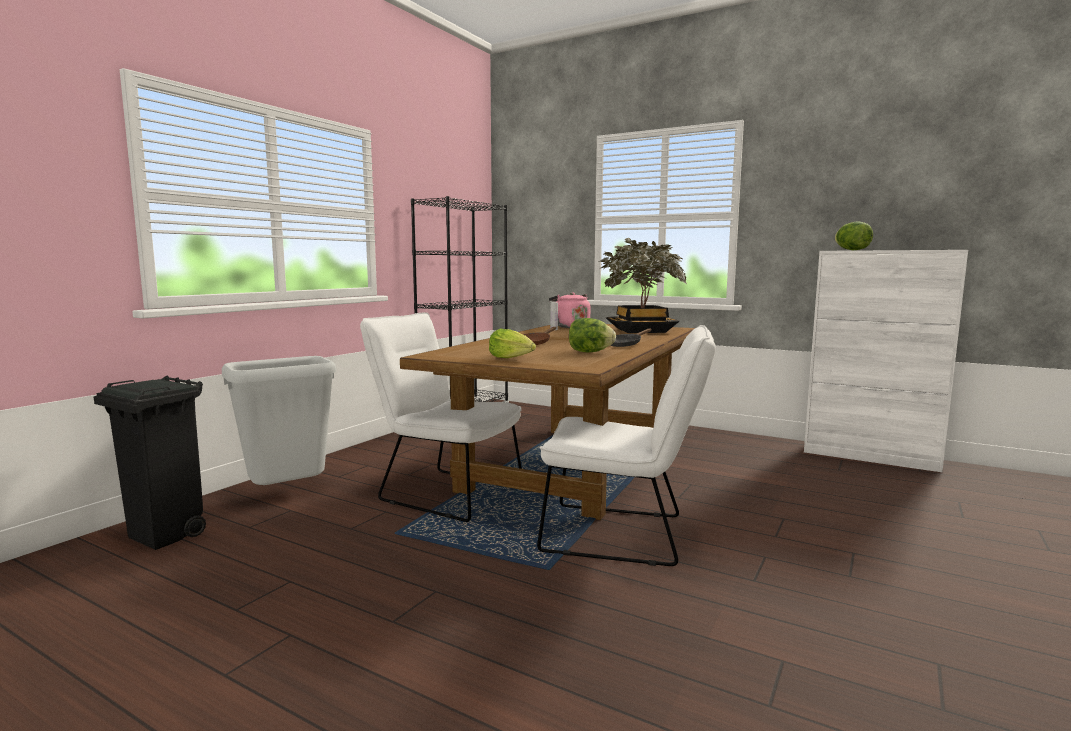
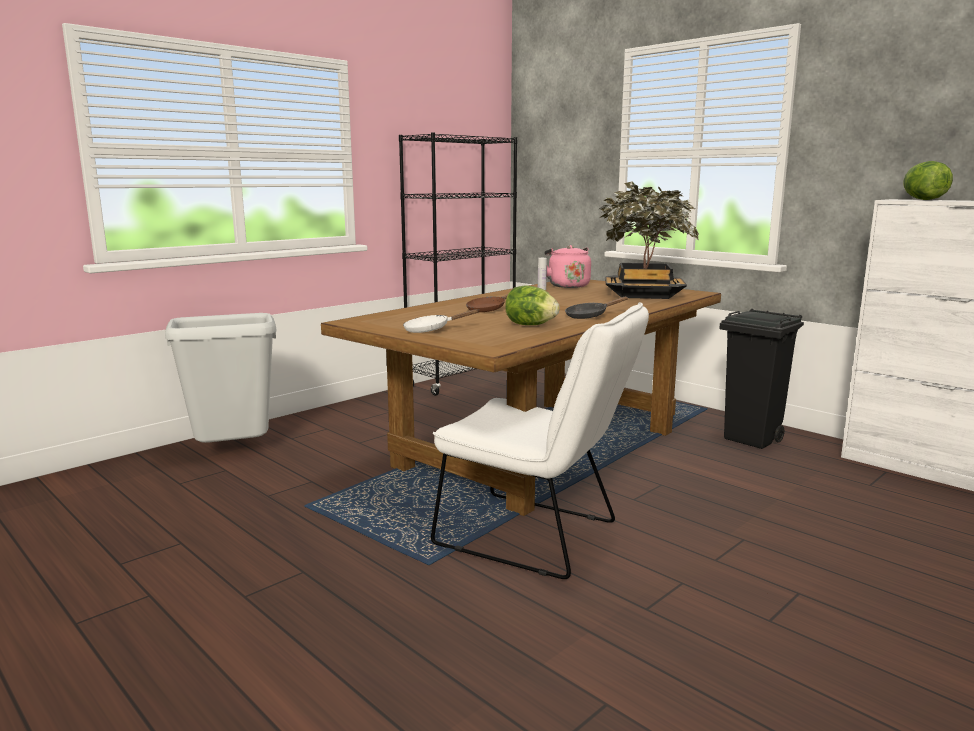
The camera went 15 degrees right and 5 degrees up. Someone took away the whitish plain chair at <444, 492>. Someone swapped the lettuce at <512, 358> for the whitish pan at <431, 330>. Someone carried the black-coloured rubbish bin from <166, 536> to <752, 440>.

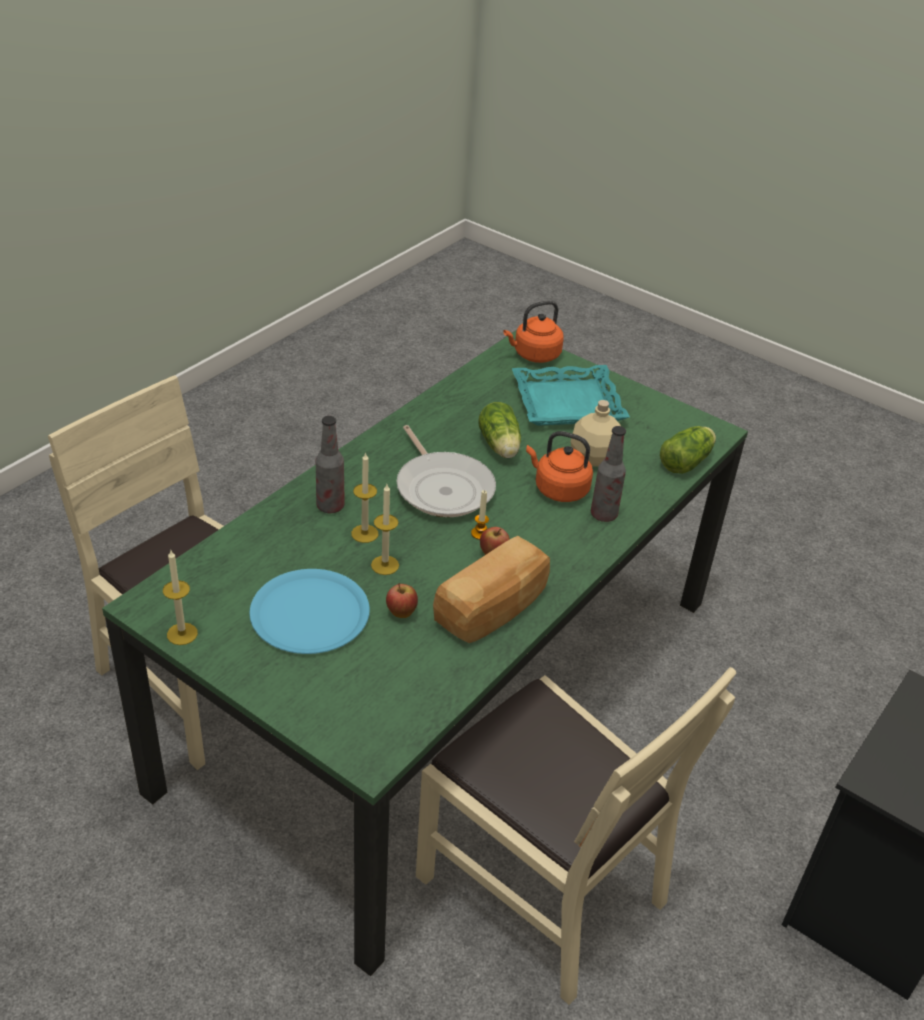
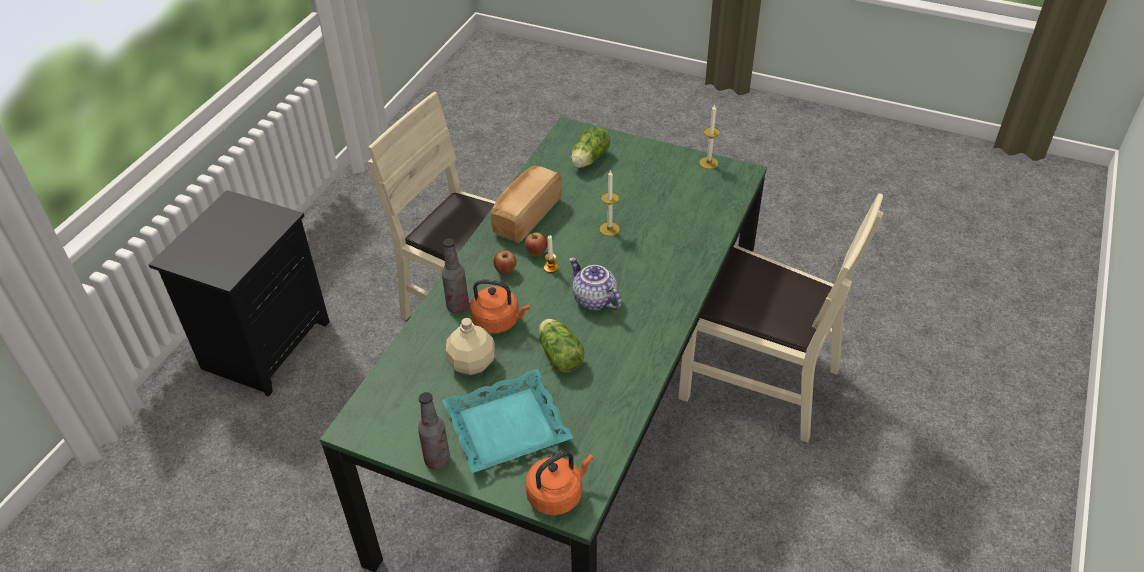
The camera went 170 degrees right and 5 degrees up. Someone carried the beverage bottle from <330, 506> to <437, 460>. Someone swapped the pan at <443, 487> for the tea pot at <593, 300>. Someone carried the lettuce from <687, 461> to <588, 160>. Someone took away the wax light at <364, 533>. Someone took away the blue flat dish at <310, 613>. Someone carried the apple from <401, 613> to <505, 271>.

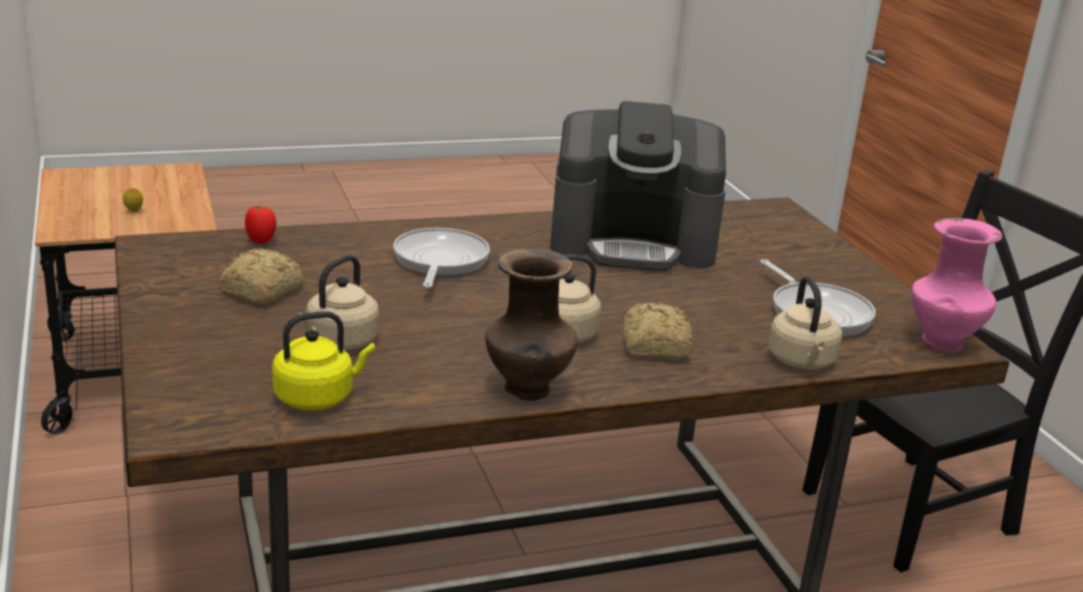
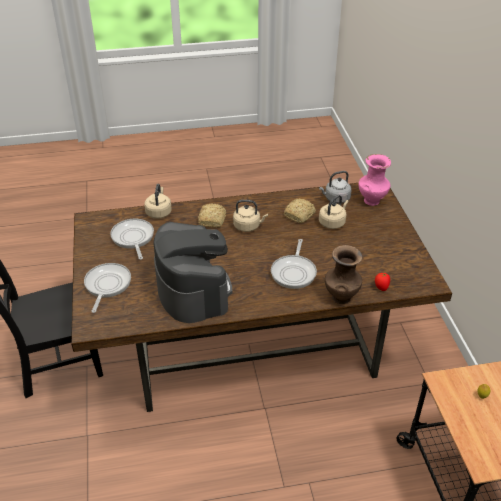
The camera went 170 degrees left and 15 degrees up. Someone rotated the coffee maker at <633, 242> by 60 degrees clockwise. Someone carried the pink-coloured vase from <942, 344> to <372, 200>. Someone carried the baked bread from <260, 291> to <300, 215>. Someone carried the brown vase from <528, 391> to <341, 297>. Someone repainted the yellow kettle at <318, 397>, which became the gray kettle at <335, 199>. Someone put down the pan at <107, 285>.

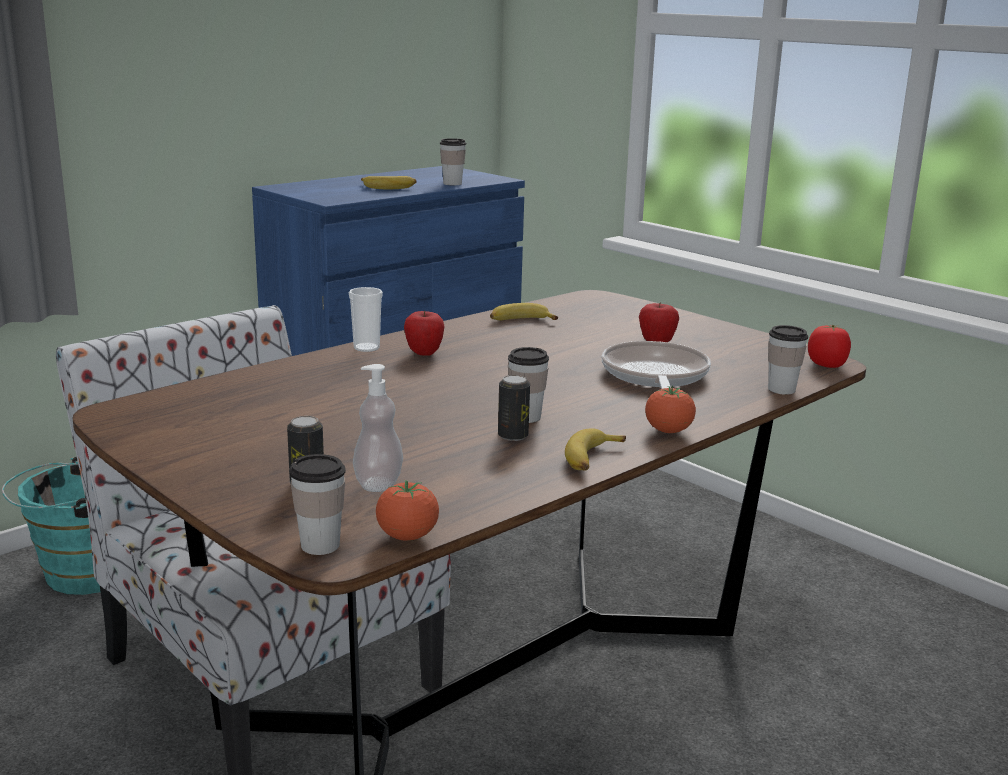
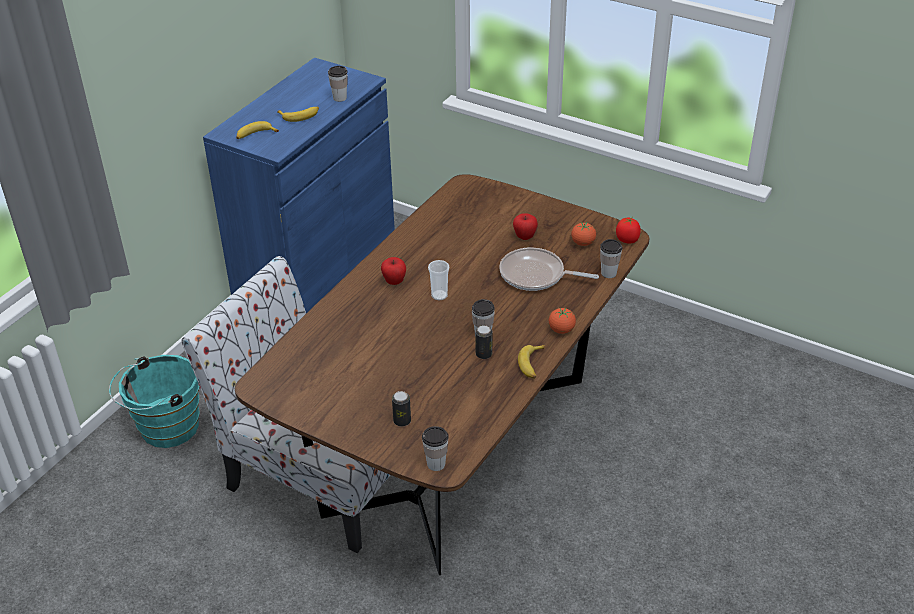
The camera went 15 degrees left and 20 degrees up. Someone carried the small cup from <366, 348> to <439, 295>. Someone carried the banana from <520, 321> to <255, 135>. Someone rotated the pan at <654, 376> by 60 degrees counterclockwise. Someone took away the soap dispenser at <378, 483>. Someone carried the whole tomato from <407, 536> to <583, 243>.

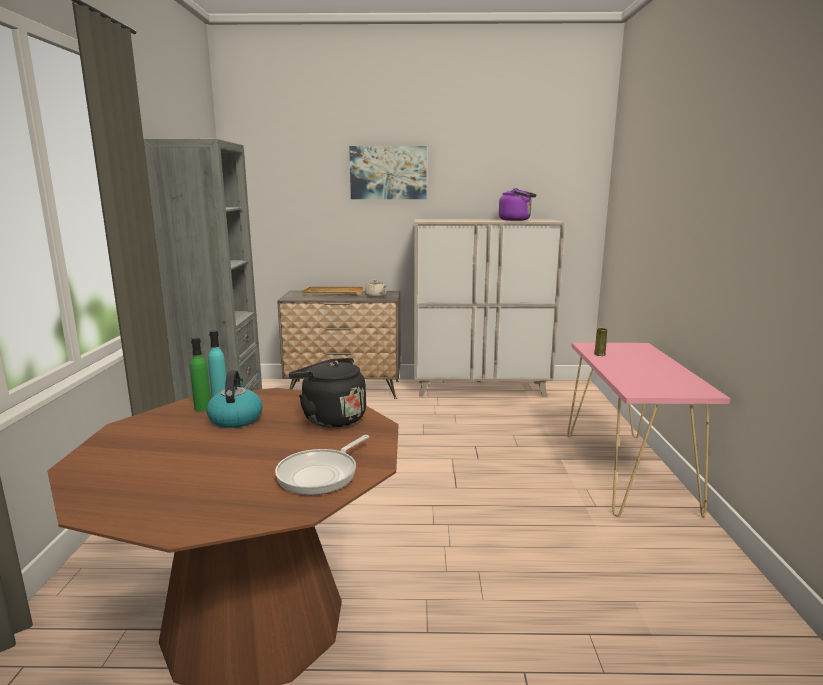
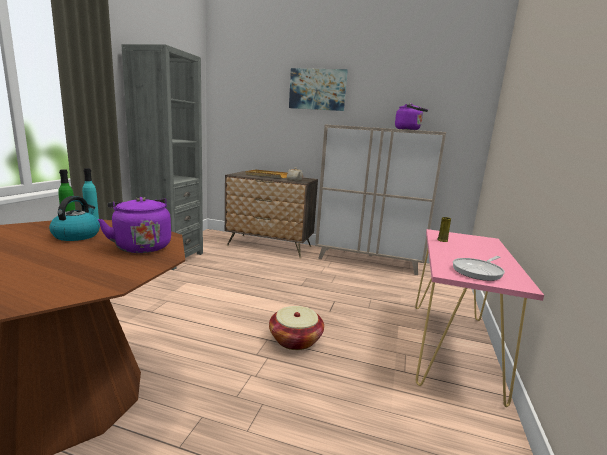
The camera went 15 degrees right and 0 degrees up. Someone repainted the black-coloured kettle at <330, 418>, which became the purplish kettle at <141, 246>. Someone carried the pan from <321, 474> to <478, 271>. Someone put down the storage basket at <295, 340>.

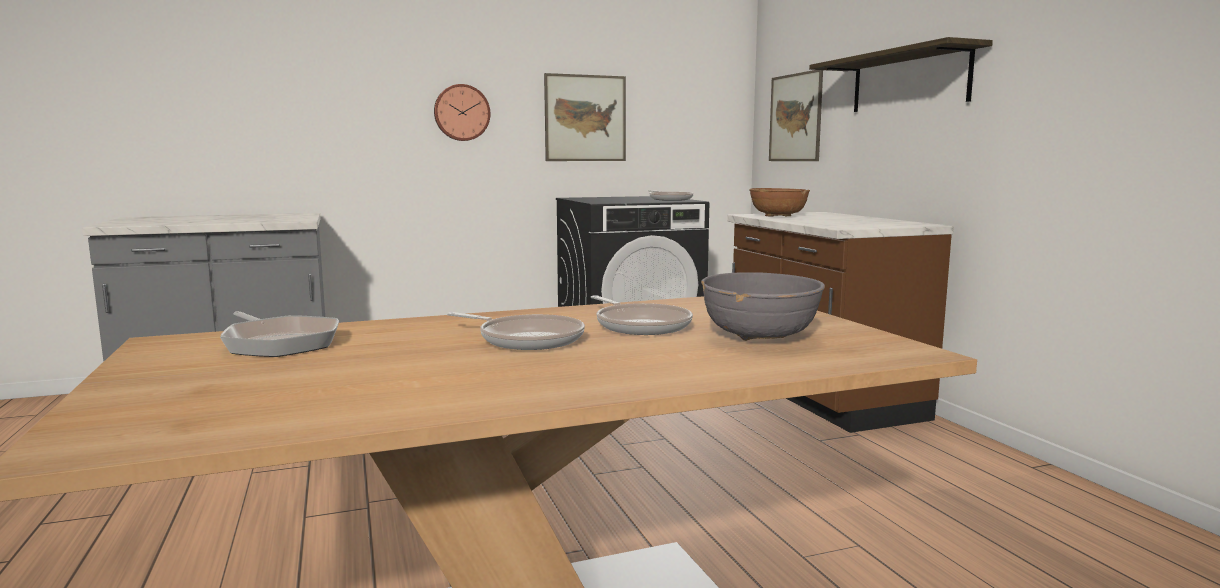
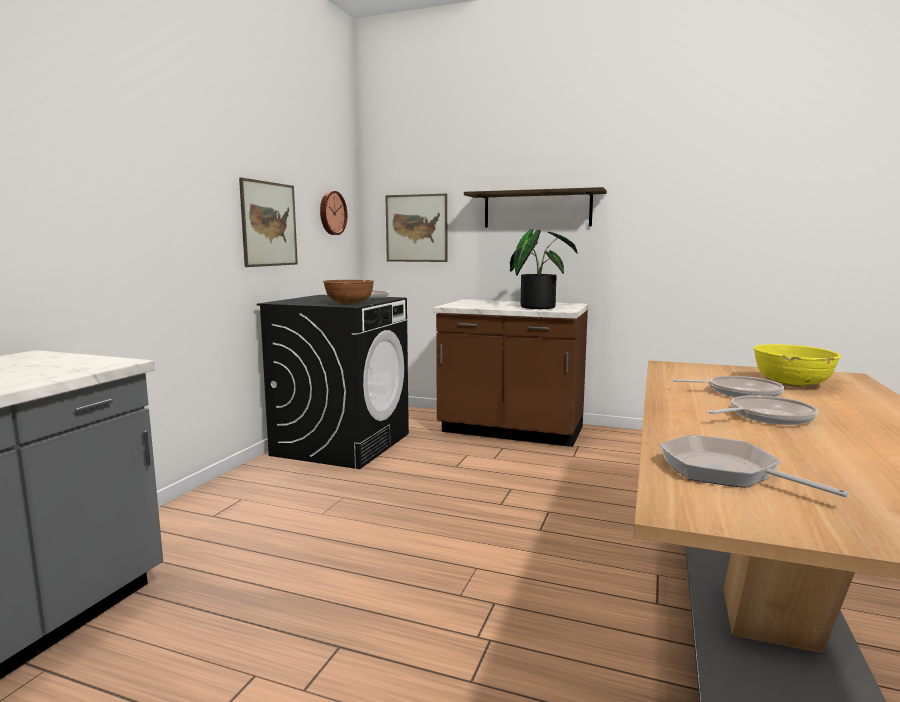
The camera went 50 degrees left and 0 degrees up. Someone carried the wall clock from <461, 112> to <331, 213>. Someone carried the brown serving bowl from <778, 216> to <349, 303>. Someone repainted the gray serving bowl at <760, 336>, which became the yellow serving bowl at <792, 384>. Someone rotated the pan at <279, 343> by 120 degrees counterclockwise. Someone put down the plant in a pot at <537, 307>.

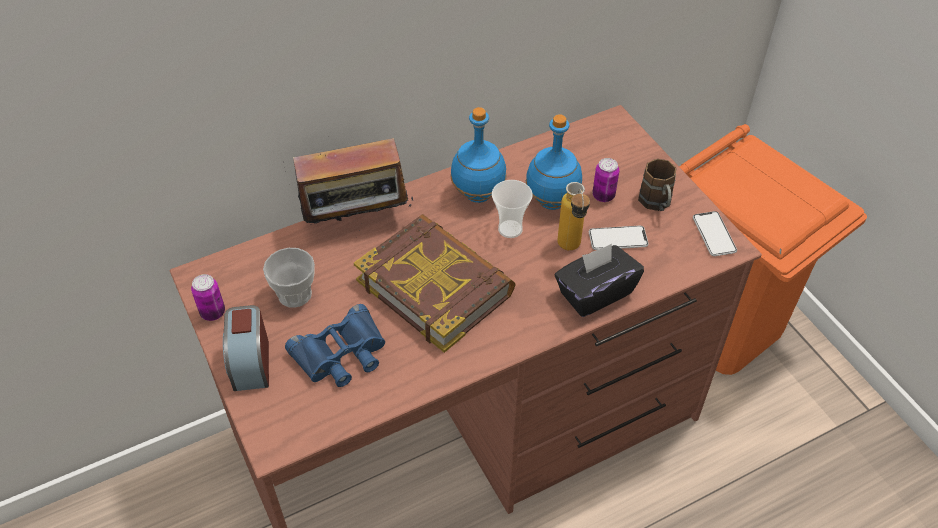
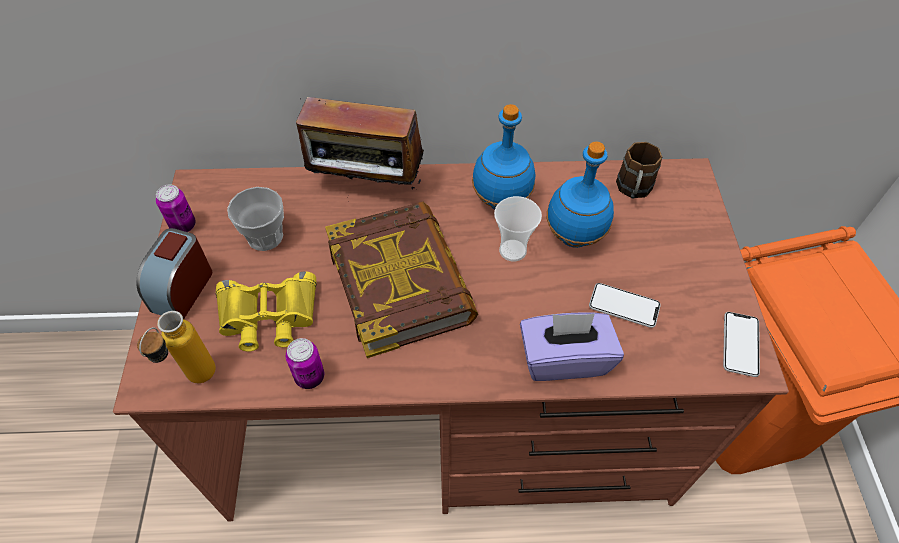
The camera went 25 degrees right and 5 degrees up. Someone carried the metal can from <603, 196> to <310, 377>. Someone carried the brown coffee mug from <657, 204> to <632, 191>. Someone carried the beverage bottle from <570, 250> to <195, 382>. Someone repainted the black-coloured box of tissues at <595, 293>, which became the purplish box of tissues at <564, 358>. Someone repainted the blue field glasses at <341, 354>, which became the yellow field glasses at <268, 316>.

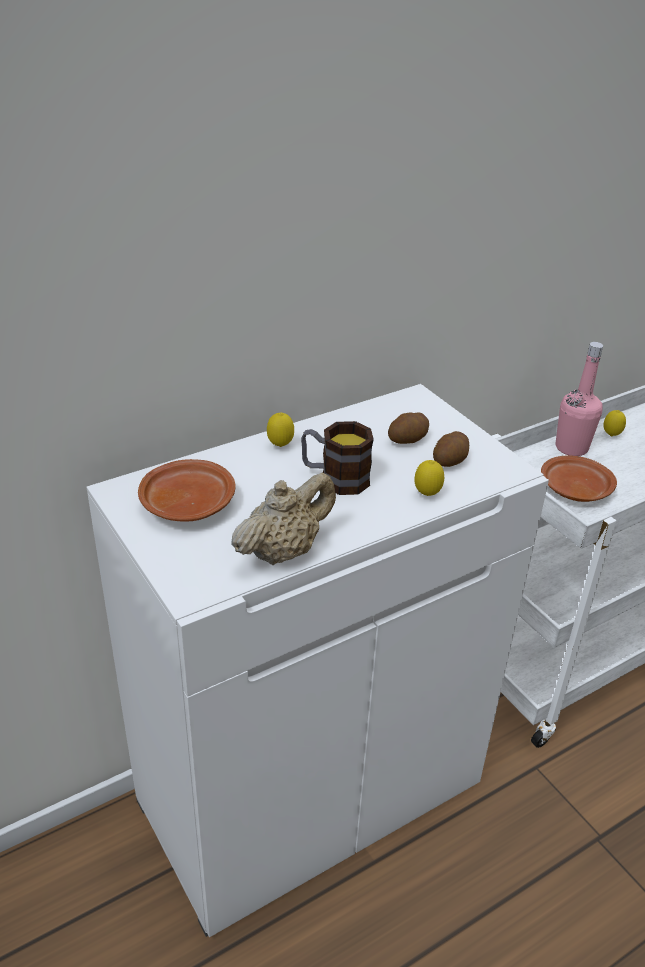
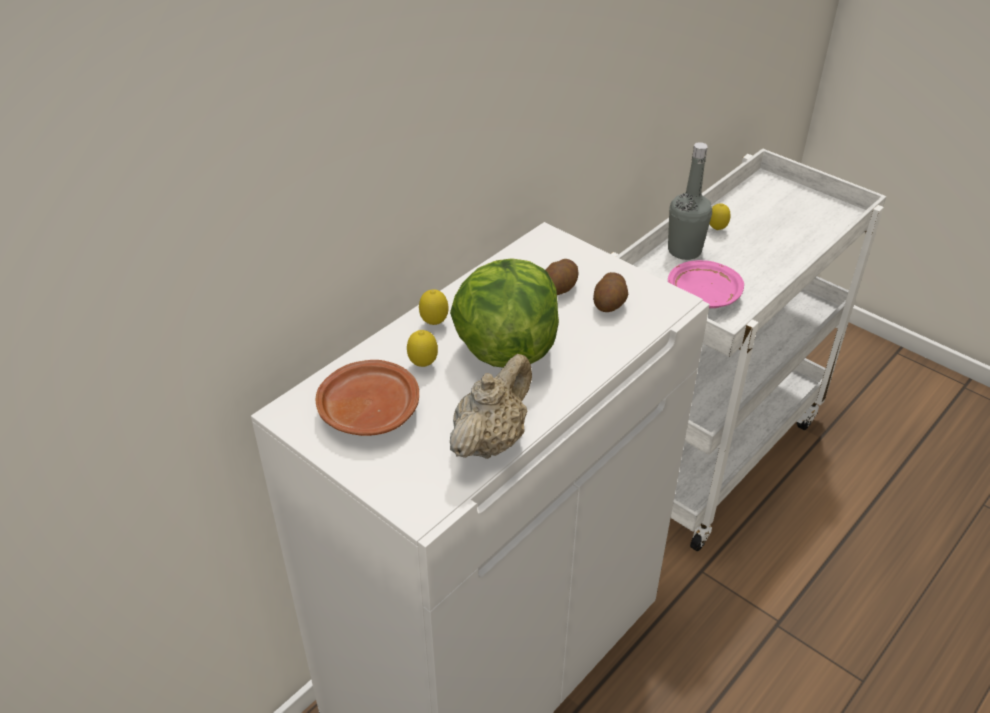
The camera went 15 degrees left and 5 degrees up. Someone repainted the pink-coloured beverage bottle at <571, 448>, which became the gray beverage bottle at <684, 251>. Someone swapped the coffee mug at <335, 478> for the lettuce at <505, 348>. Someone repainted the brown flat dish at <574, 489>, which became the pink-coloured flat dish at <702, 295>. Someone carried the citrus fruit from <427, 495> to <423, 365>.

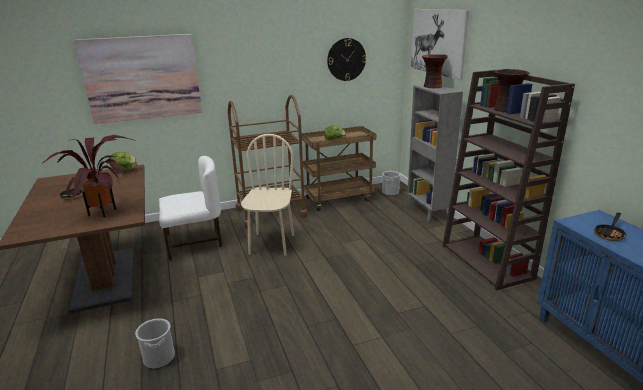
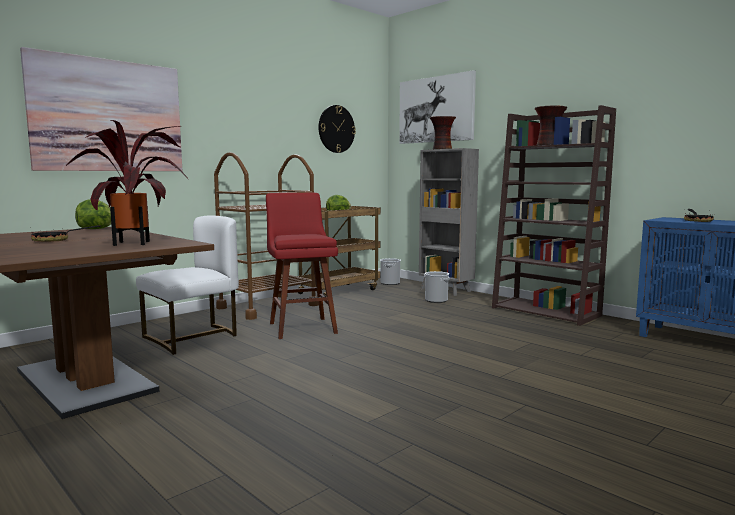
The camera went 25 degrees left and 15 degrees down. Someone swapped the beige plain chair at <271, 244> for the red-coloured stool at <302, 327>. Someone carried the bucket from <159, 358> to <436, 300>.

